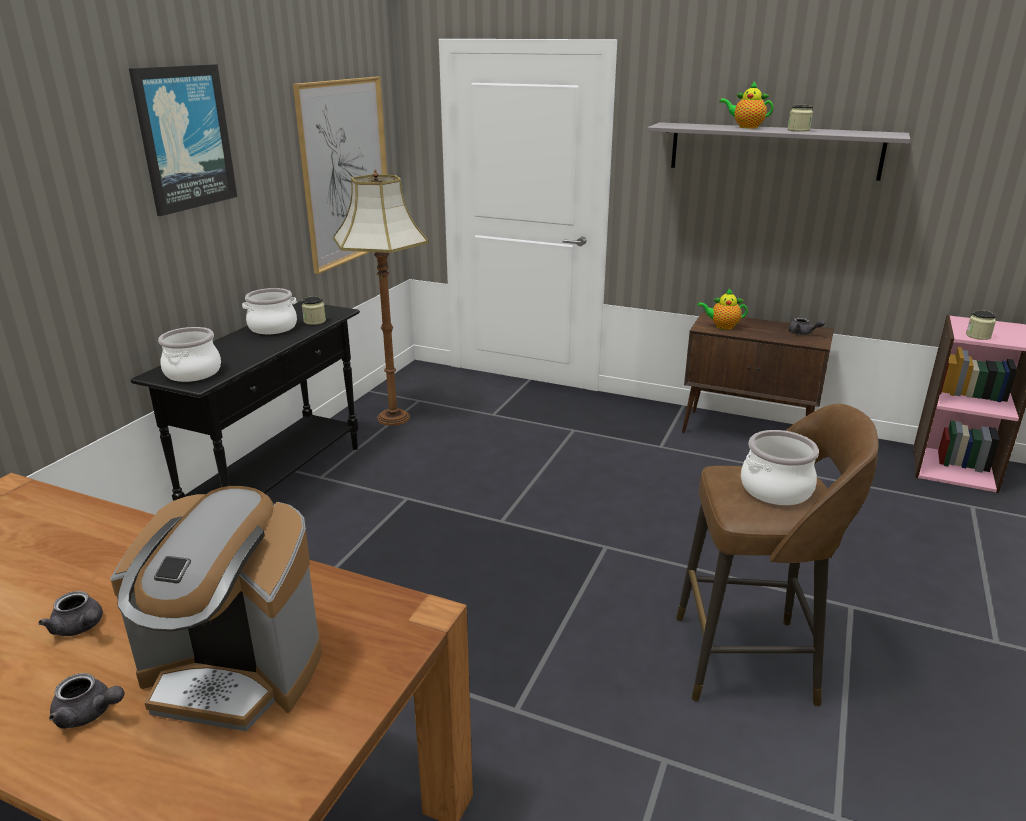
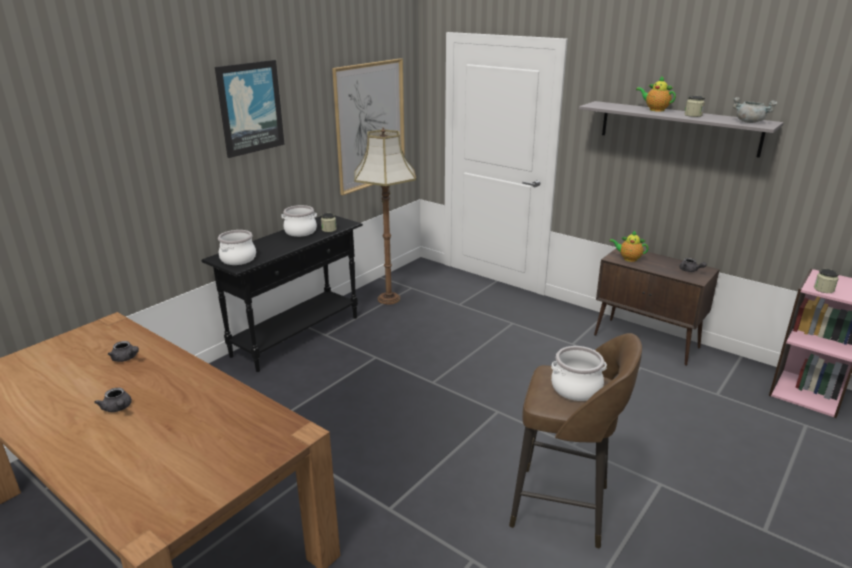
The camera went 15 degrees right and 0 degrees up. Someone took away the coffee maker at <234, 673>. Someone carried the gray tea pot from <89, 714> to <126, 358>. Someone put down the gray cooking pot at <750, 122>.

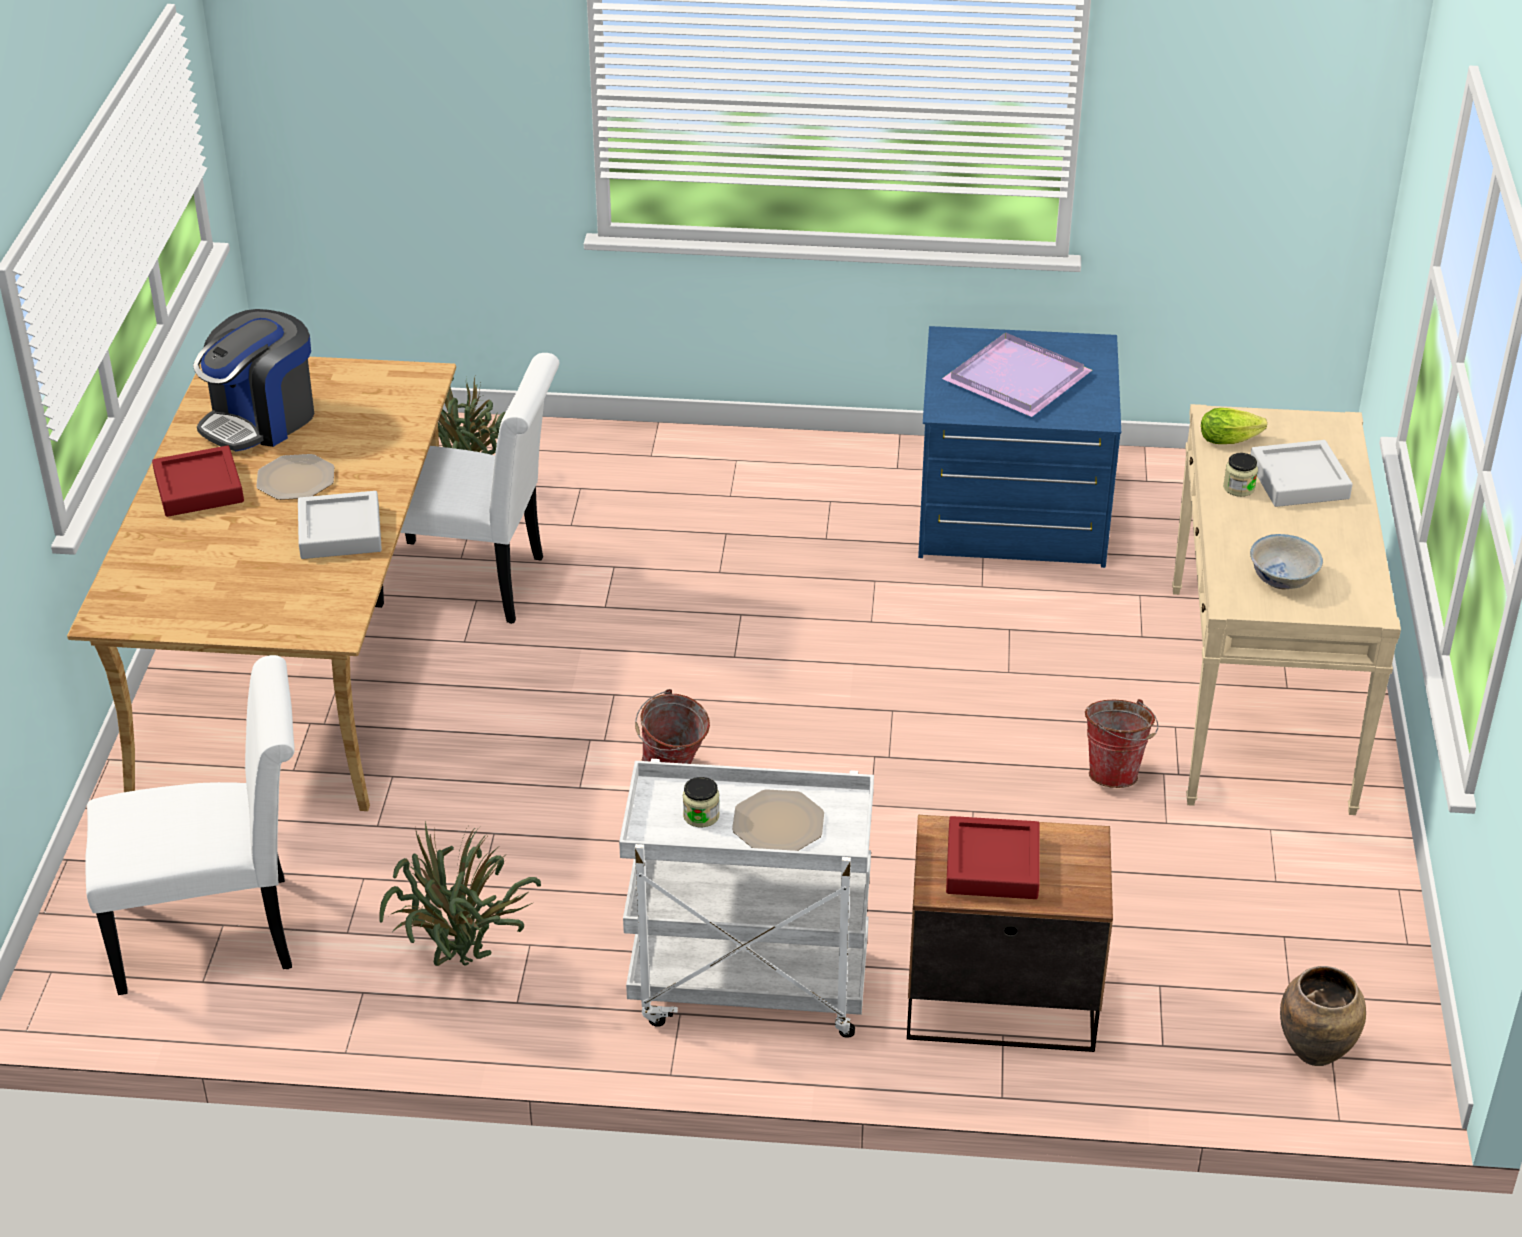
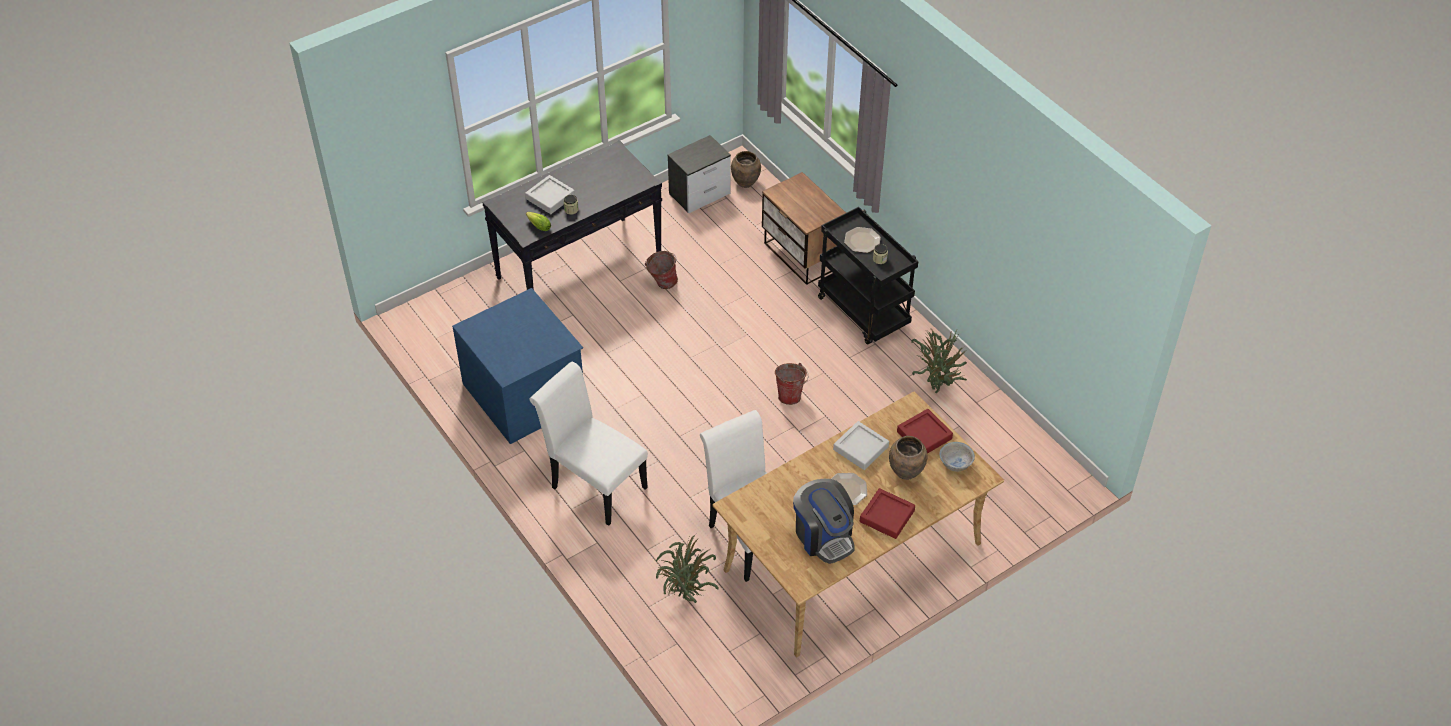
The camera went 130 degrees left and 10 degrees up. Someone rotated the coffee maker at <261, 420> by 60 degrees clockwise. Someone took away the purplish tray at <1019, 378>. Someone repainted the beige hall table at <1260, 697>, which became the black-coloured hall table at <579, 267>. Someone carried the whitish serving bowl from <1282, 578> to <955, 463>. Someone carried the whitish plain chair from <219, 932> to <594, 484>. Someone repainted the whitish wheeled cart at <747, 989>, which became the black-coloured wheeled cart at <864, 313>. Someone carried the red-coloured tray from <992, 865> to <924, 435>. Someone put down the bedside table at <700, 194>. Someone put down the brown vase at <906, 472>.

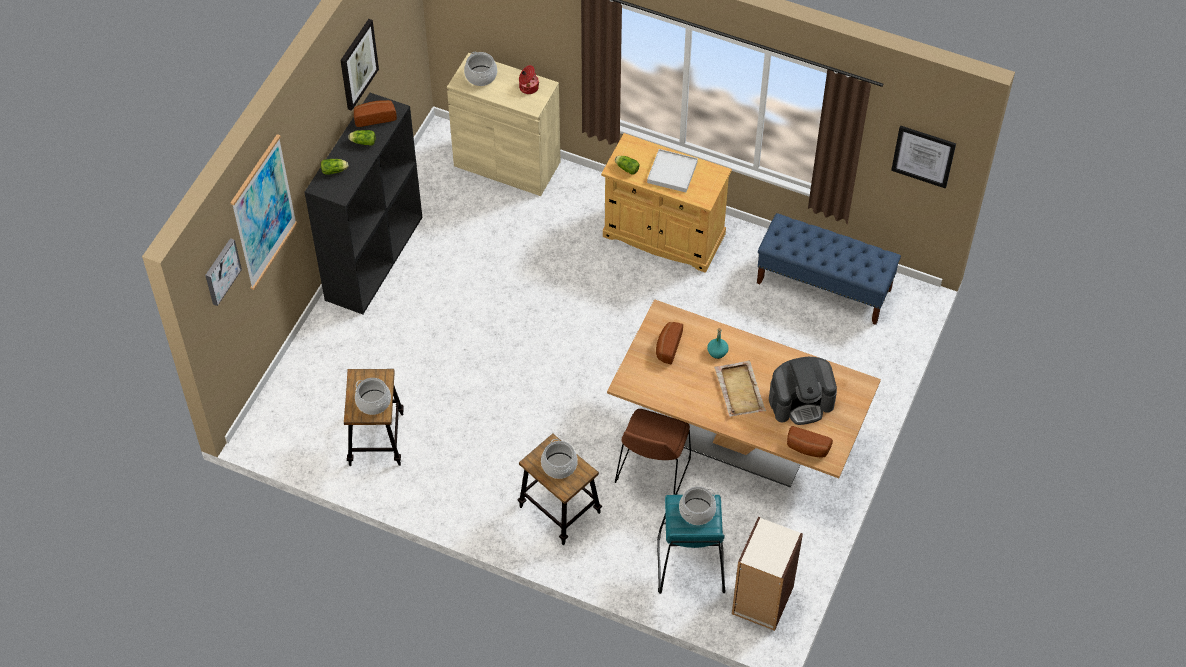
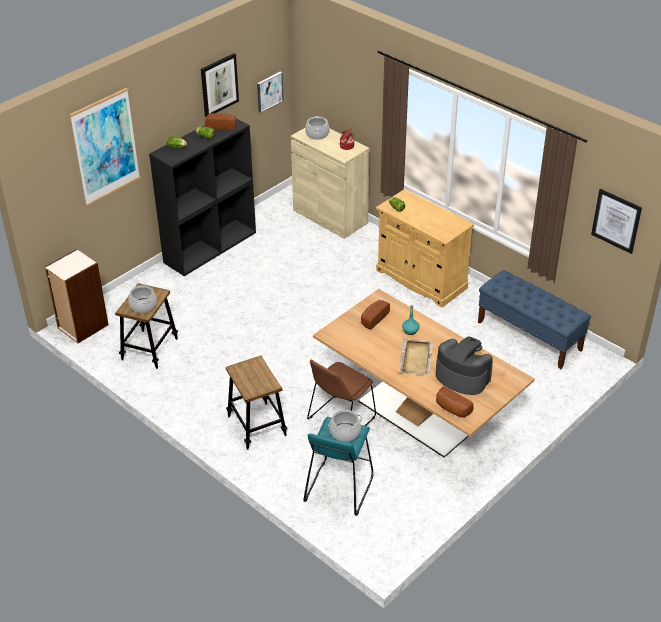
The camera went 20 degrees right and 15 degrees down. Someone took away the whitish tray at <672, 172>. Someone carried the wall picture from <221, 271> to <269, 91>. Someone rotated the coffee maker at <801, 401> by 150 degrees counterclockwise. Someone took away the cooking pot at <559, 465>. Someone carried the shelving unit from <762, 601> to <82, 327>.

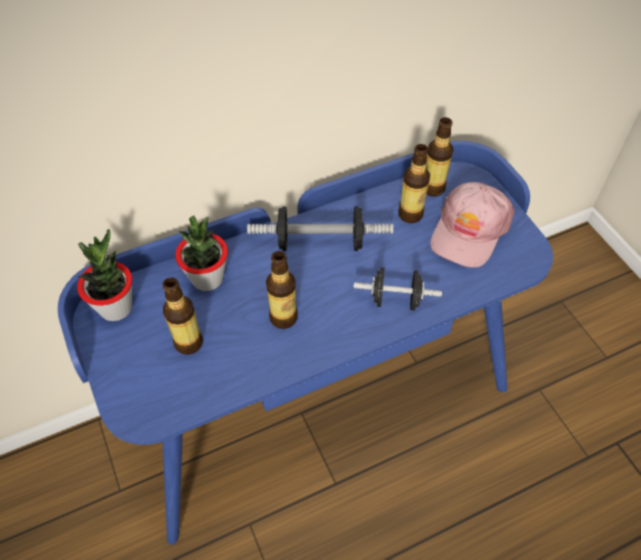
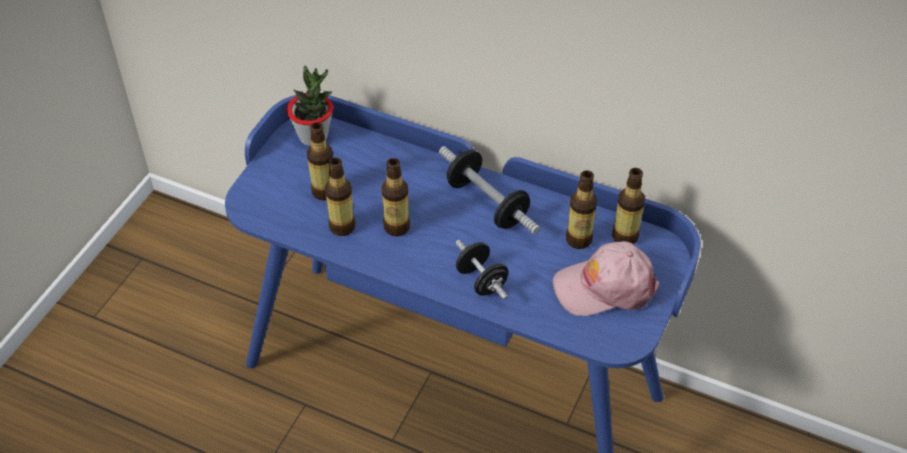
The camera went 50 degrees right and 5 degrees down. Someone took away the plant in a pot at <207, 279>. Someone put down the beverage bottle at <342, 227>.

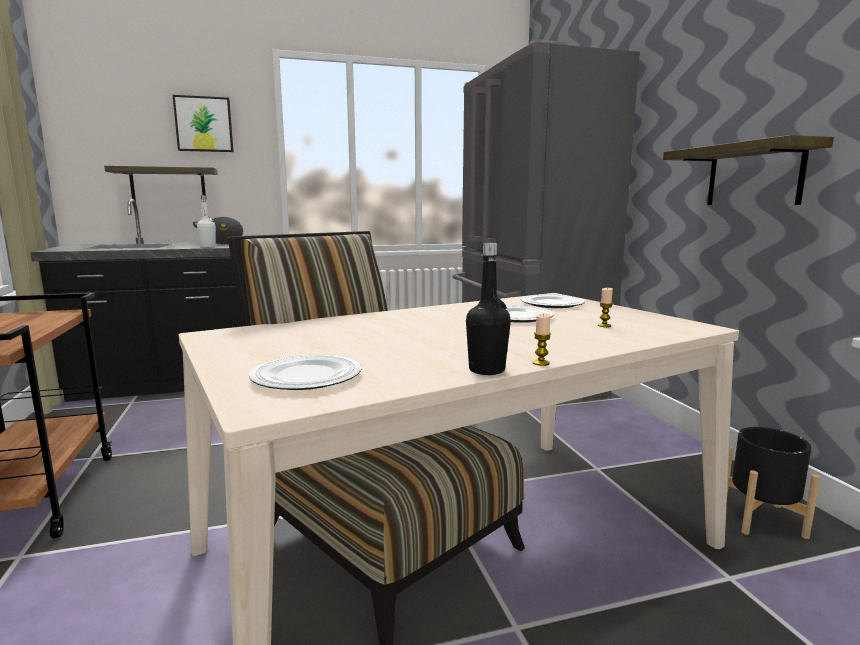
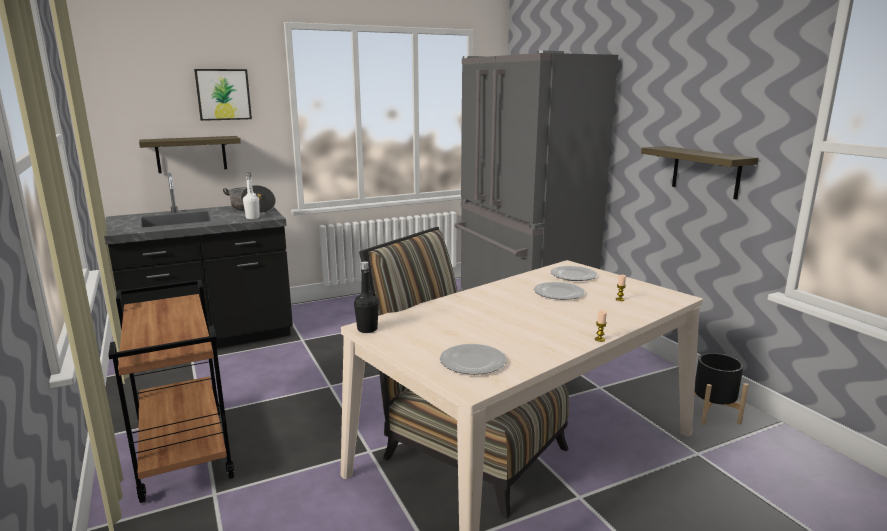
The camera went 10 degrees left and 5 degrees up. Someone carried the black-coloured beverage bottle from <486, 370> to <367, 329>.

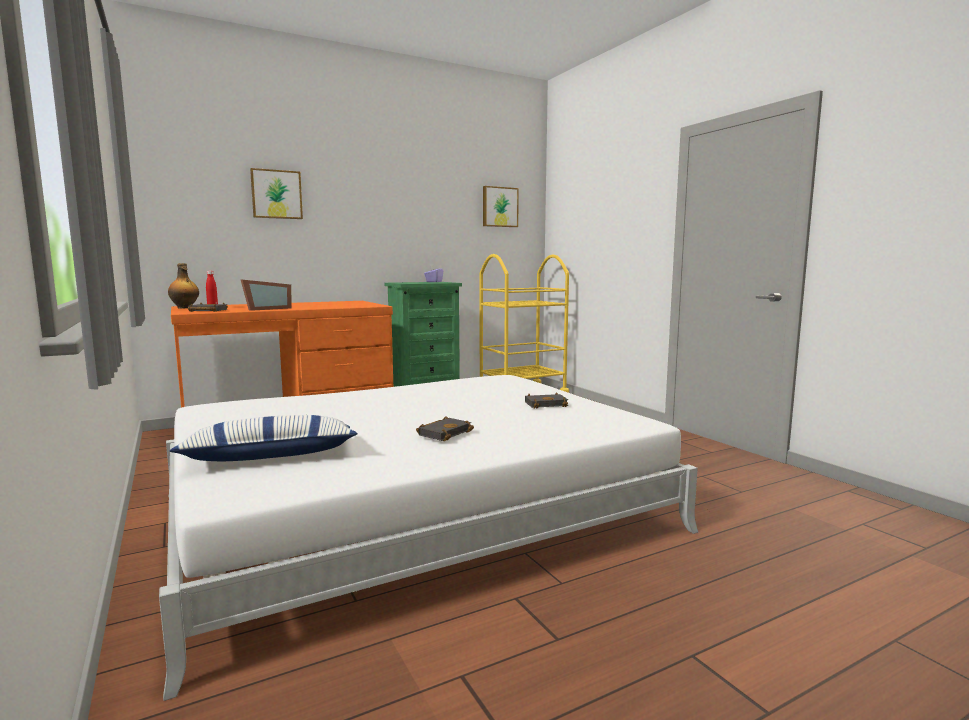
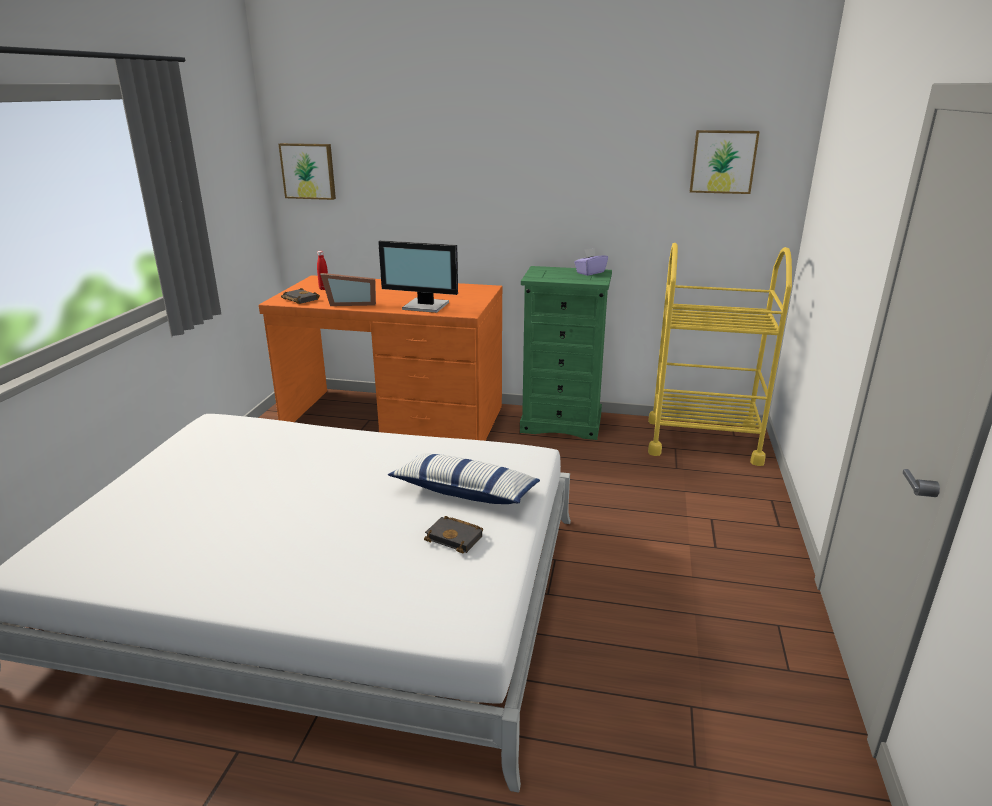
The camera went 40 degrees right and 15 degrees up. Someone carried the wall picture from <276, 194> to <308, 171>. Someone took away the beverage bottle at <184, 308>. Someone carried the pillow from <271, 456> to <465, 492>. Someone took away the black-coloured volume at <444, 433>. Someone put down the monitor at <425, 306>.

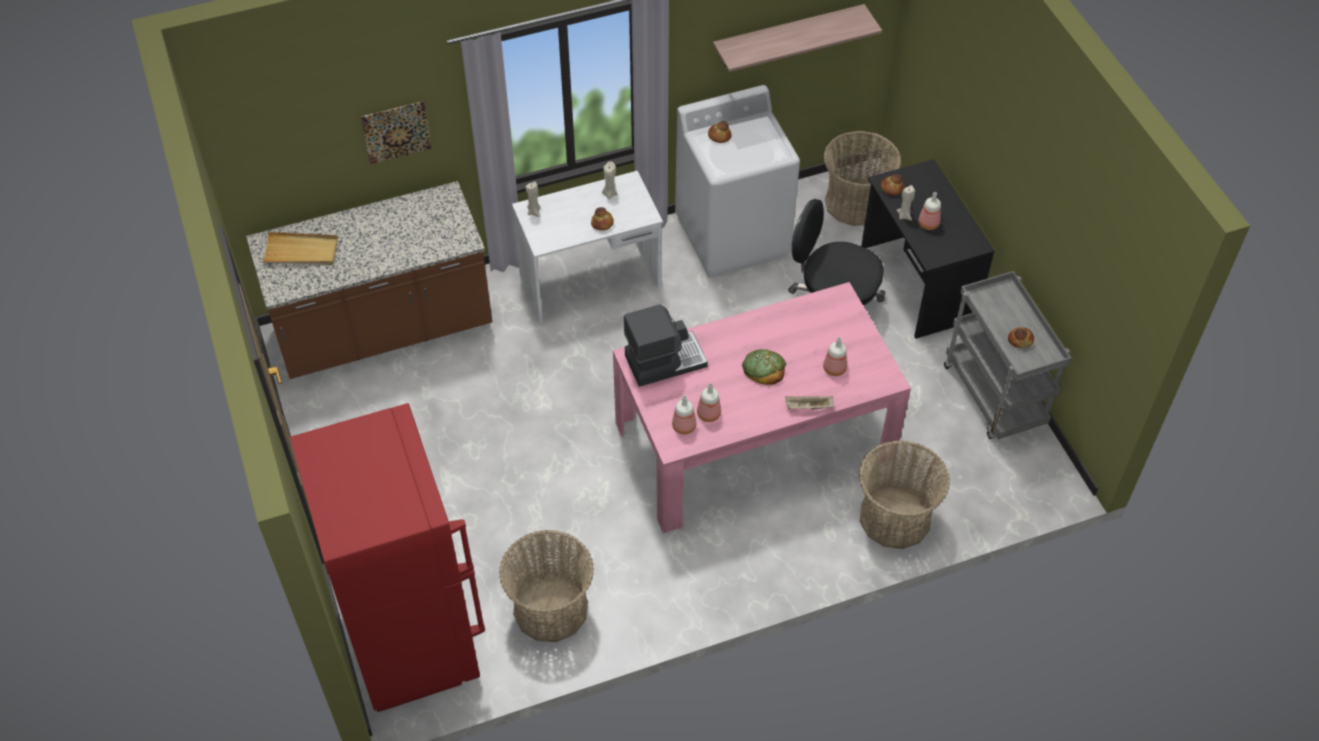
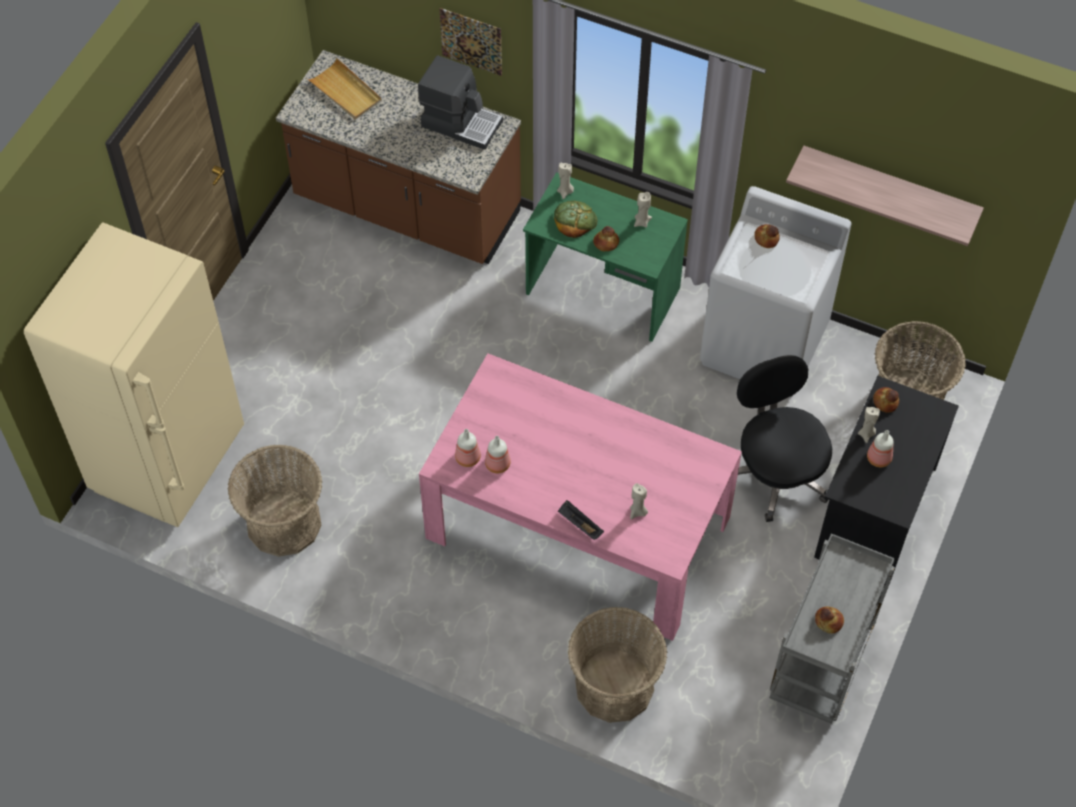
The camera went 45 degrees right and 5 degrees up. Someone repainted the whitish desk at <591, 282>, which became the green desk at <602, 292>. Someone carried the coffee maker from <664, 360> to <461, 122>. Someone swapped the beverage bottle at <834, 369> for the beige wax light at <638, 512>. Someone carried the baked bread from <764, 368> to <574, 220>. Someone repainted the beige tray at <808, 407>, which became the black-coloured tray at <579, 524>. Someone repainted the red-coloured kitchen fridge at <412, 640>, which became the beige kitchen fridge at <170, 462>.

